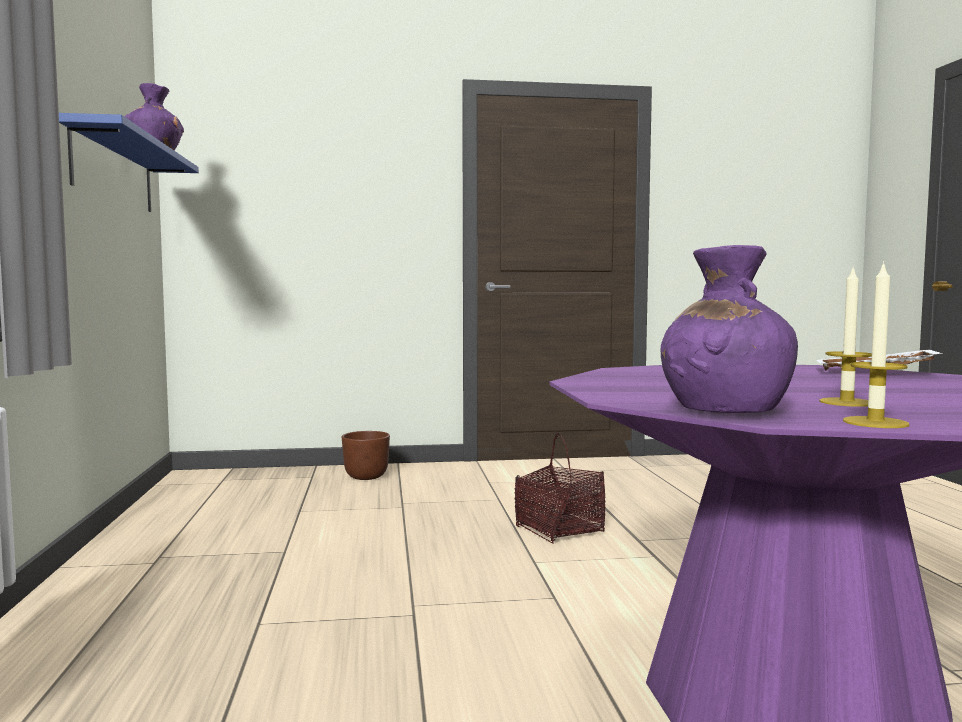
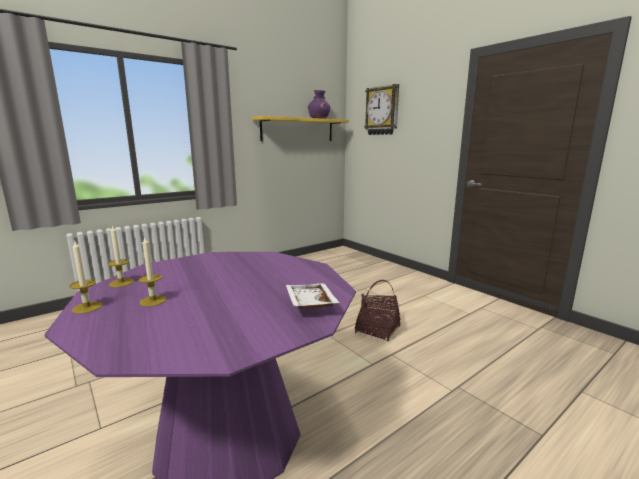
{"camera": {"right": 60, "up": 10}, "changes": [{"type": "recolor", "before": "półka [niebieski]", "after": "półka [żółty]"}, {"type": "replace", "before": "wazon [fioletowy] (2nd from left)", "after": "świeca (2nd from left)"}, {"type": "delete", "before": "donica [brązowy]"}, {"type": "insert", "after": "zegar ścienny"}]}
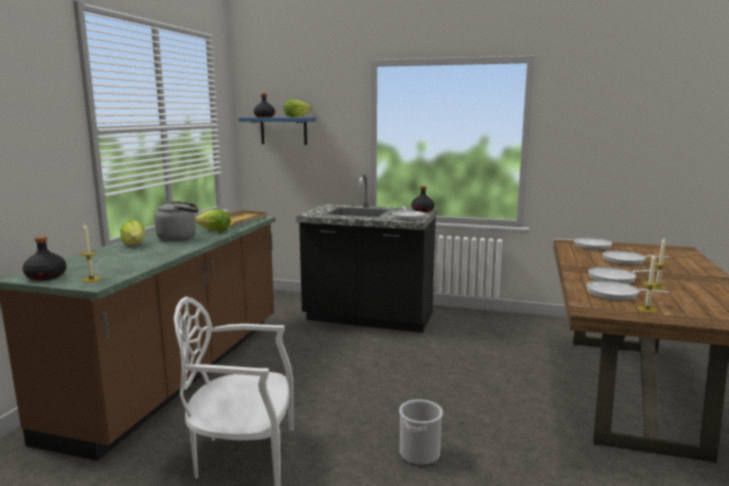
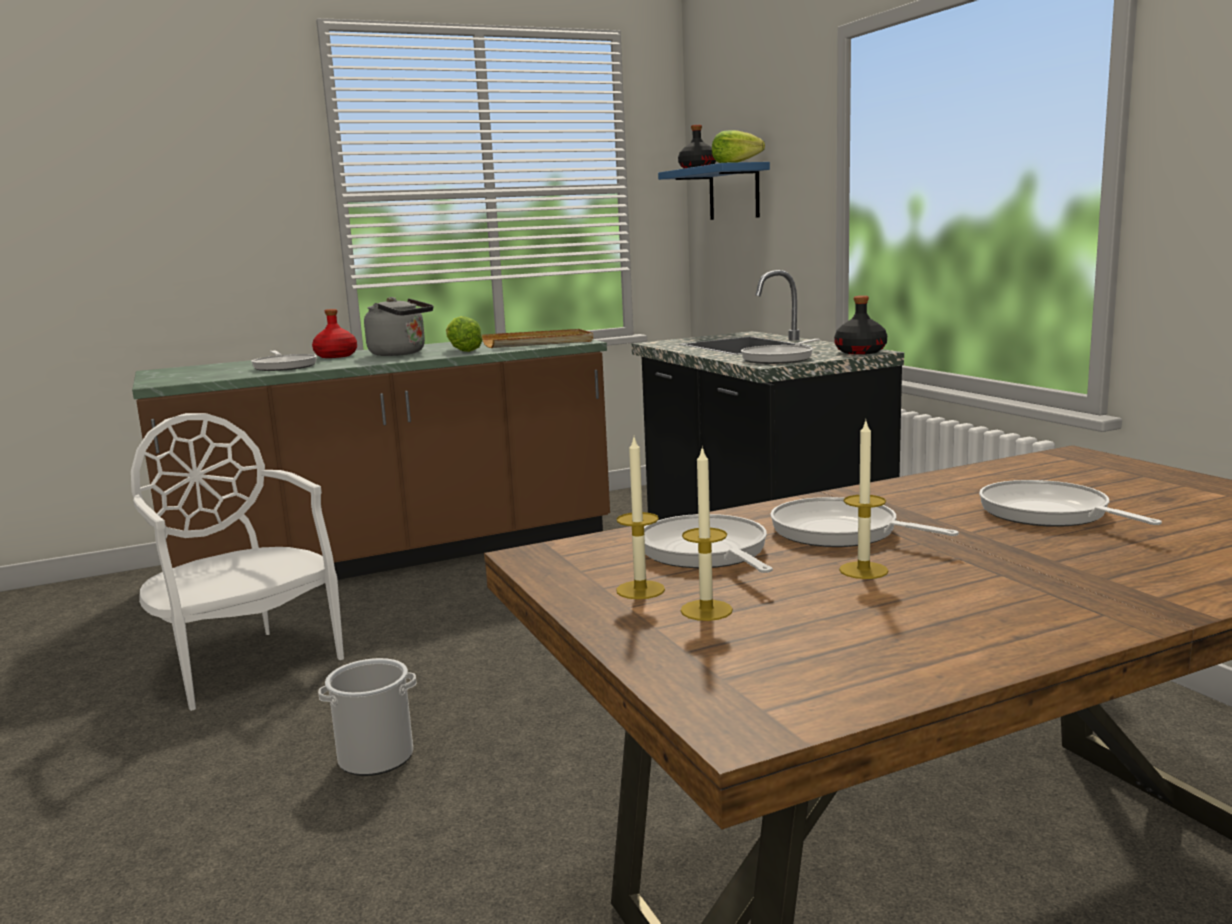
{"camera": {"right": 50, "up": 0}, "changes": [{"type": "replace", "before": "sałata (1st from left)", "after": "butelka [czerwony]"}, {"type": "move", "before": "świeca (1st from left in the first image)", "after": "świeca (2nd from left)"}, {"type": "delete", "before": "butelka [czarny] (1st from left)"}, {"type": "move", "before": "patelnia (2nd from left in the first image)", "after": "patelnia (1st from left)"}]}
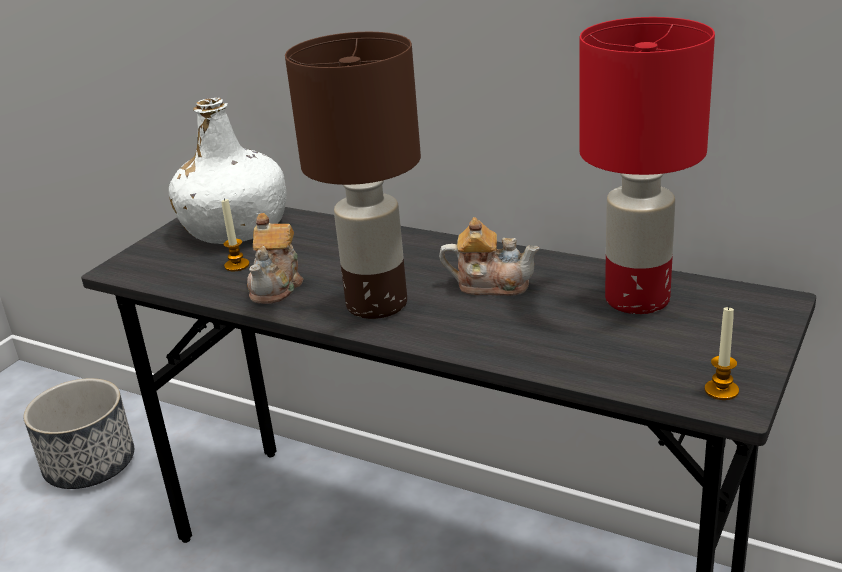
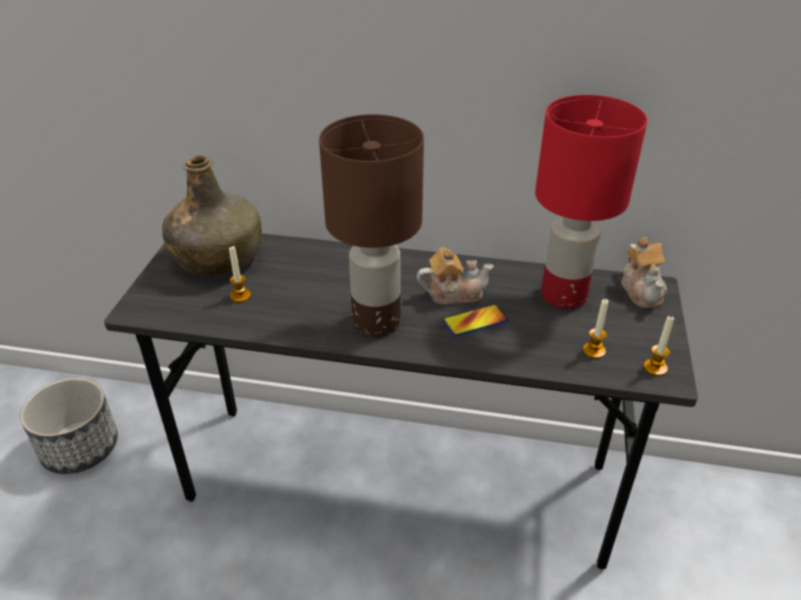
{"camera": {"right": -20, "up": 10}, "changes": [{"type": "recolor", "before": "butelka [biały]", "after": "butelka [zielony]"}, {"type": "move", "before": "imbryk (1st from left in the first image)", "after": "imbryk (2nd from left)"}, {"type": "insert", "after": "świeca (2nd from left)"}, {"type": "insert", "after": "telefon"}]}
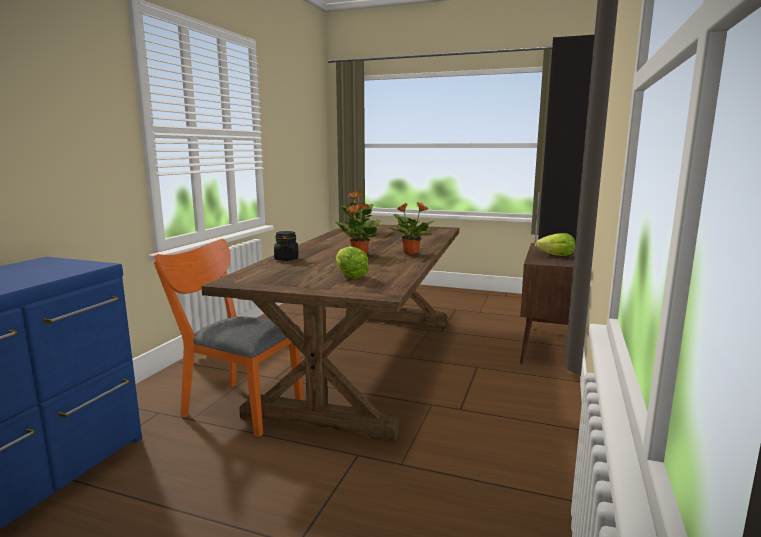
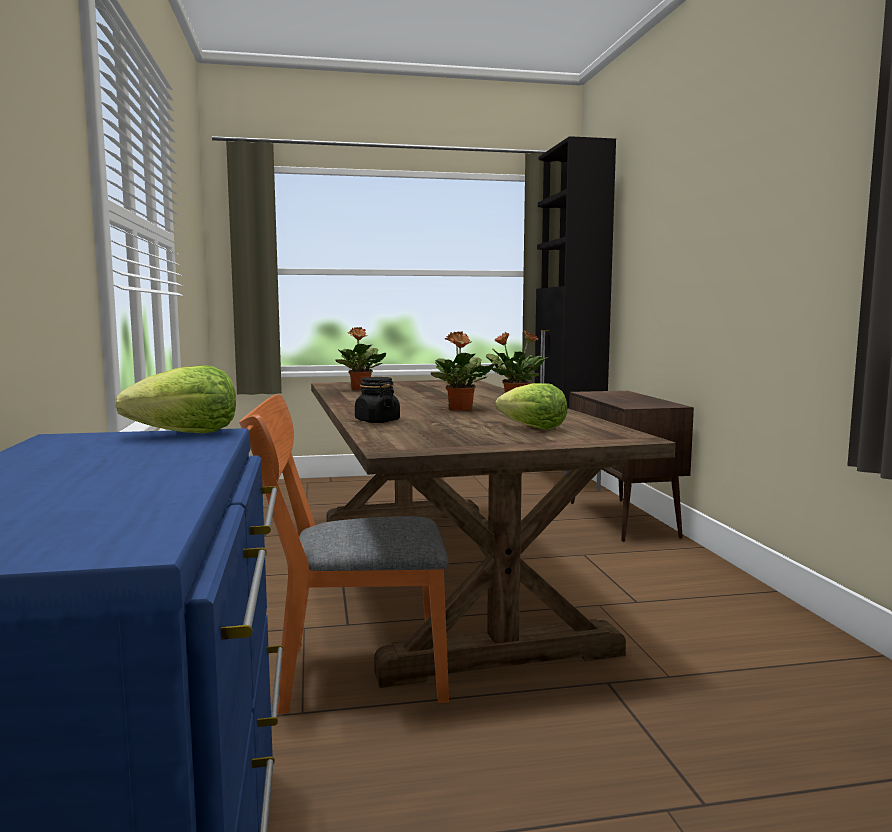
{"camera": {"right": -30, "up": -5}, "changes": [{"type": "move", "before": "sałata (2nd from left in the first image)", "after": "sałata (1st from left)"}]}
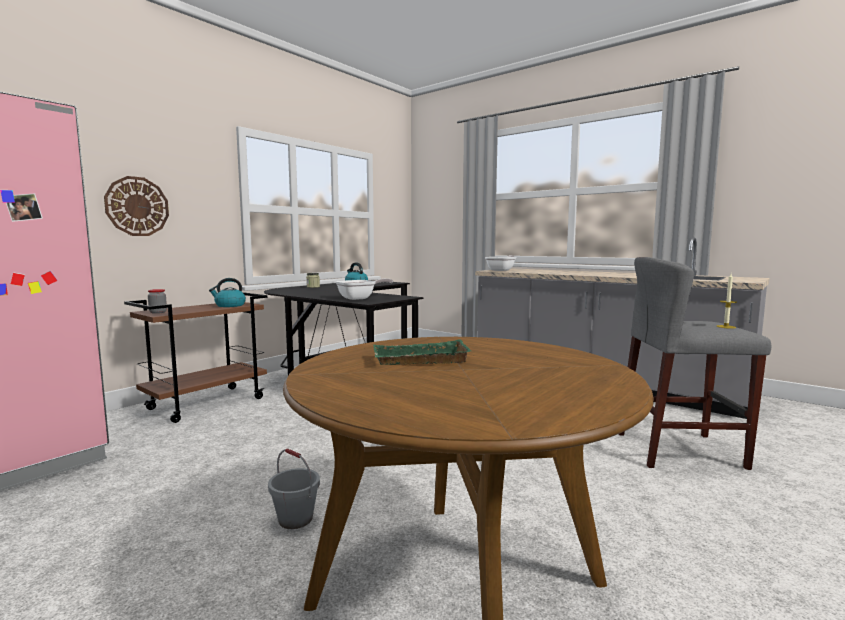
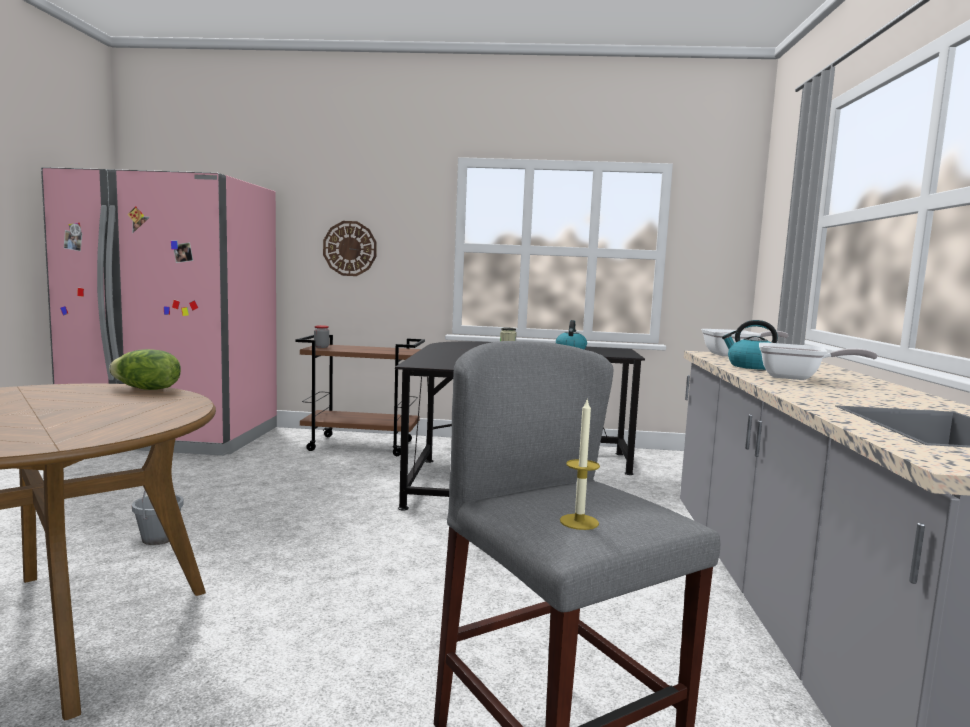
{"camera": {"right": 55, "up": 0}, "changes": [{"type": "move", "before": "czajnik (1st from left in the first image)", "after": "czajnik (2nd from left)"}, {"type": "move", "before": "patelnia (1st from left in the first image)", "after": "patelnia (2nd from left)"}, {"type": "delete", "before": "taca [zielony]"}, {"type": "insert", "after": "sałata"}]}
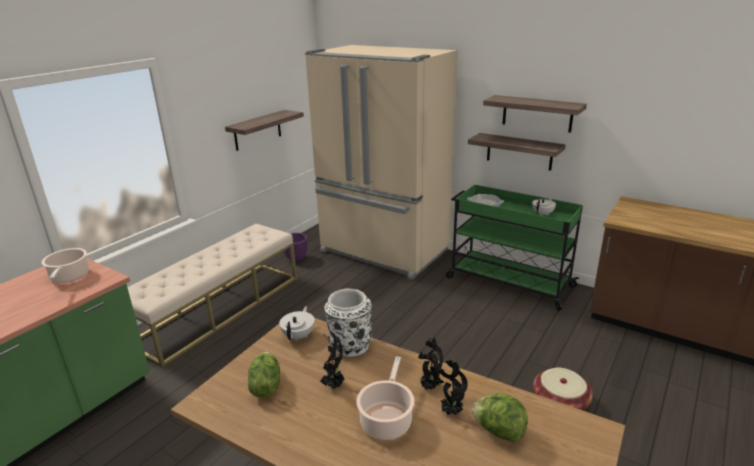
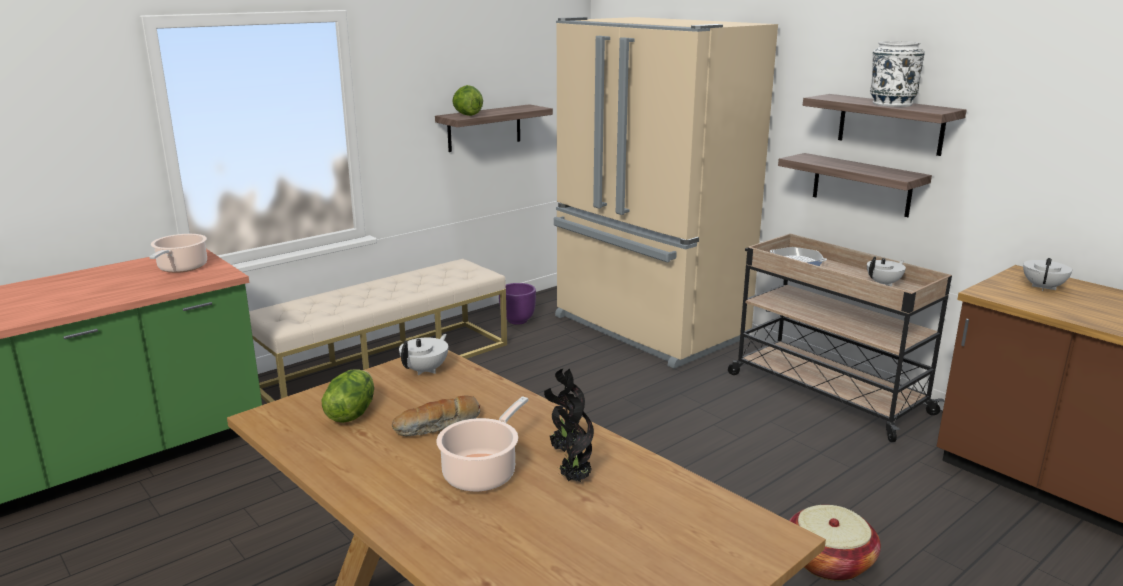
{"camera": {"right": 15, "up": -5}, "changes": [{"type": "recolor", "before": "wózek [zielony]", "after": "wózek [beżowy]"}, {"type": "move", "before": "wazon [biały]"}, {"type": "replace", "before": "roślina doniczkowa (1st from left)", "after": "chleb"}, {"type": "move", "before": "sałata (2nd from left)"}, {"type": "insert", "after": "imbryk [biały] (3rd from left)"}]}
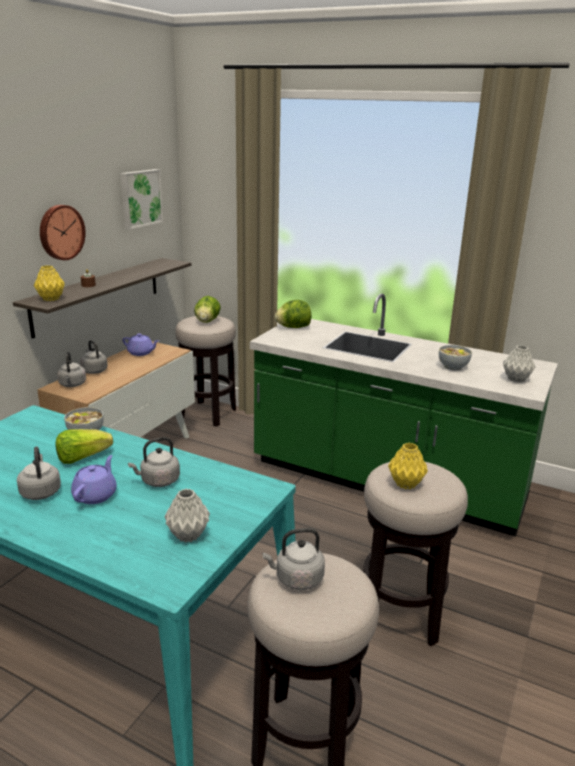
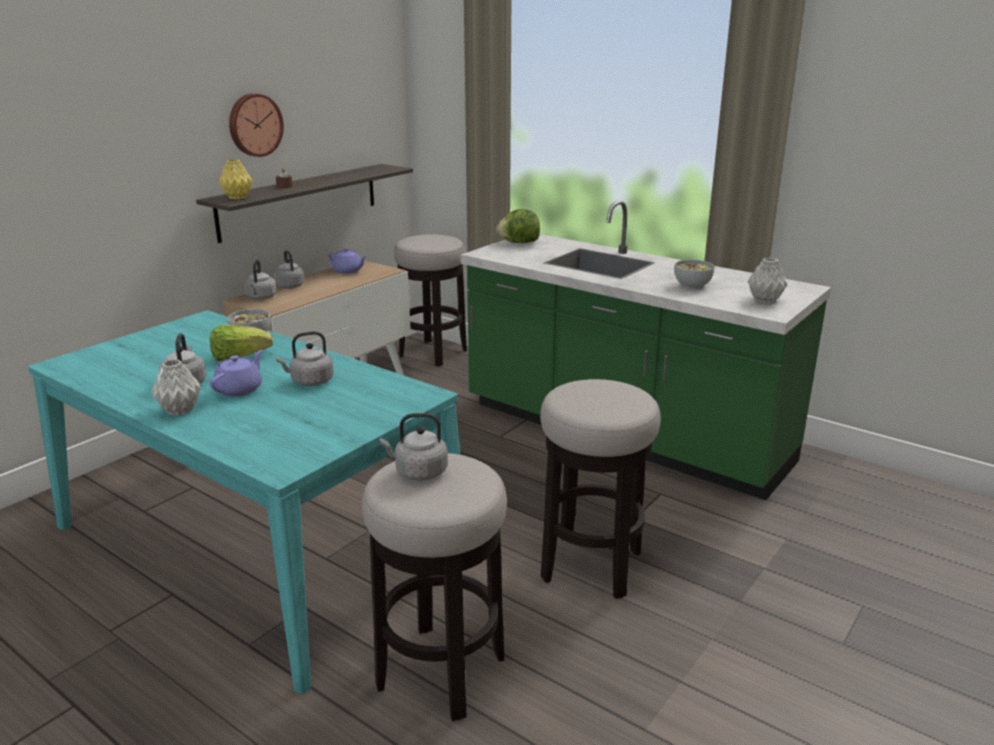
{"camera": {"right": 10, "up": 0}, "changes": [{"type": "delete", "before": "obraz"}, {"type": "delete", "before": "sałata (2nd from left)"}, {"type": "delete", "before": "wazon [żółty] (2nd from left)"}, {"type": "move", "before": "wazon [szary] (1st from left)"}]}
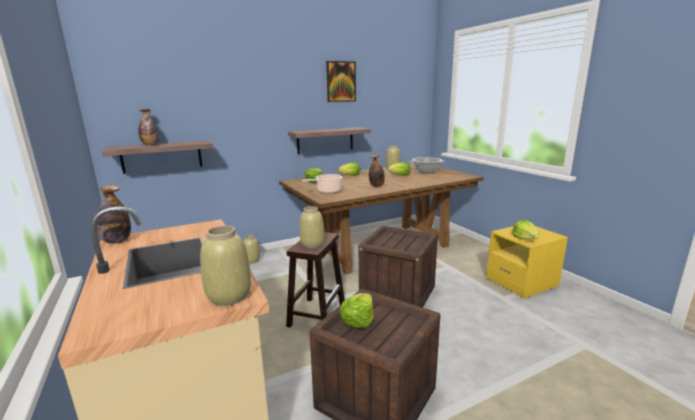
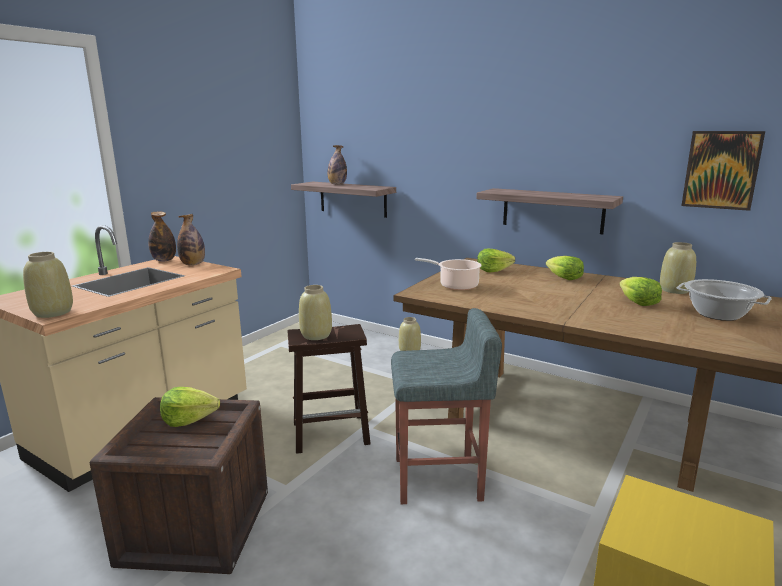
{"camera": {"right": 60, "up": 0}, "changes": [{"type": "move", "before": "obraz"}, {"type": "move", "before": "butelka (3rd from left in the first image)", "after": "butelka (2nd from left)"}, {"type": "delete", "before": "sałata (5th from left)"}, {"type": "replace", "before": "skrzynka (2nd from left)", "after": "stołek [szary]"}]}
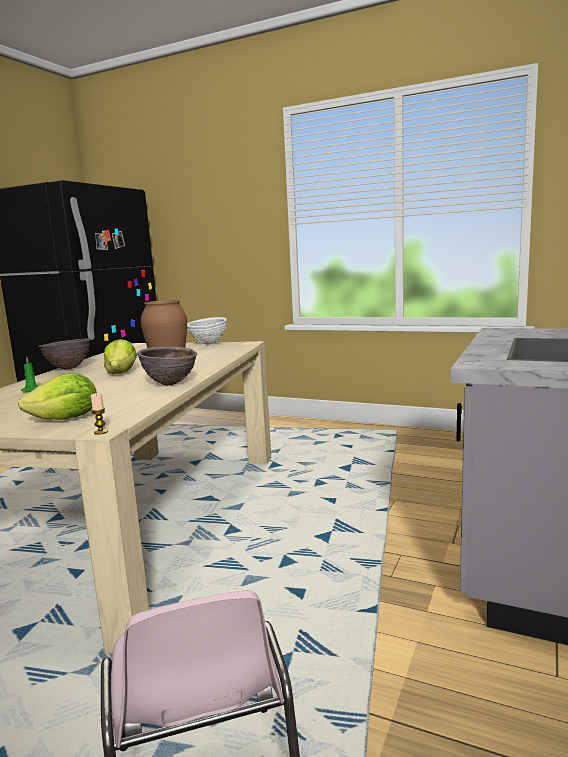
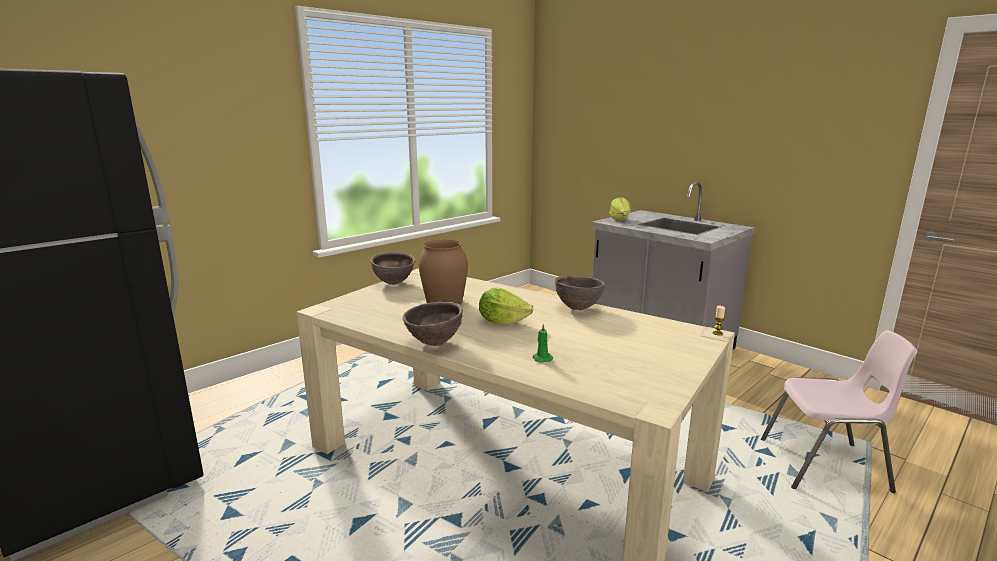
{"camera": {"right": -70, "up": 5}, "changes": [{"type": "recolor", "before": "miska [biały]", "after": "miska [brązowy] (1st from left)"}, {"type": "move", "before": "sałata (1st from left in the first image)", "after": "sałata (2nd from left)"}]}
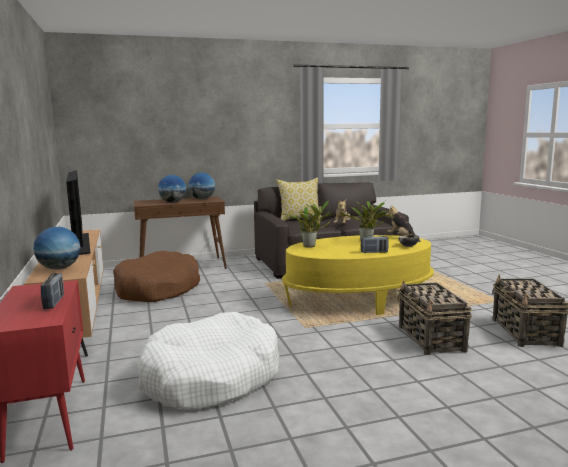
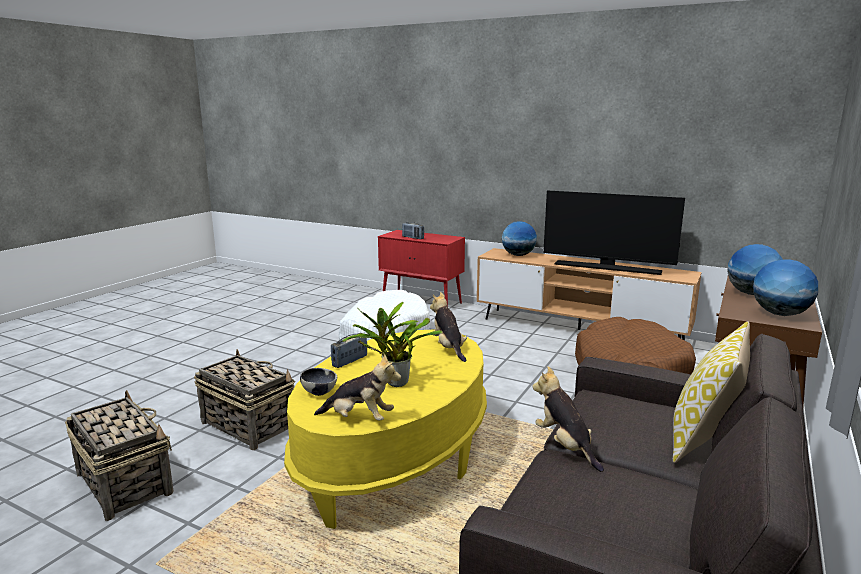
{"camera": {"right": 135, "up": 5}, "changes": [{"type": "replace", "before": "roślina doniczkowa (1st from left)", "after": "pluszak (2nd from left)"}]}
